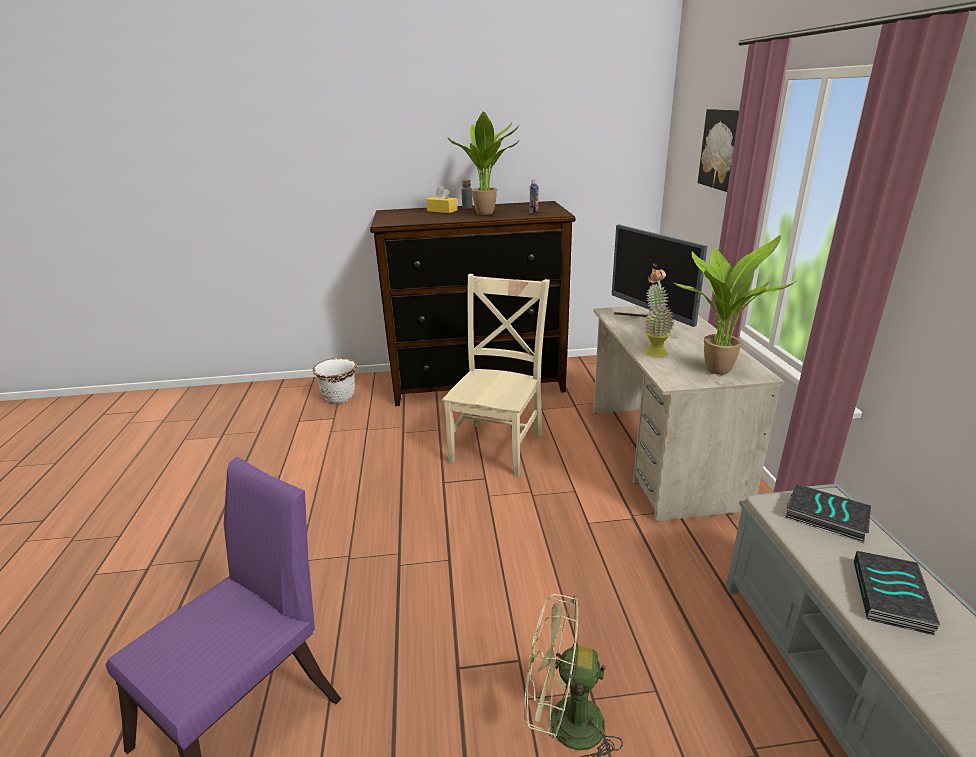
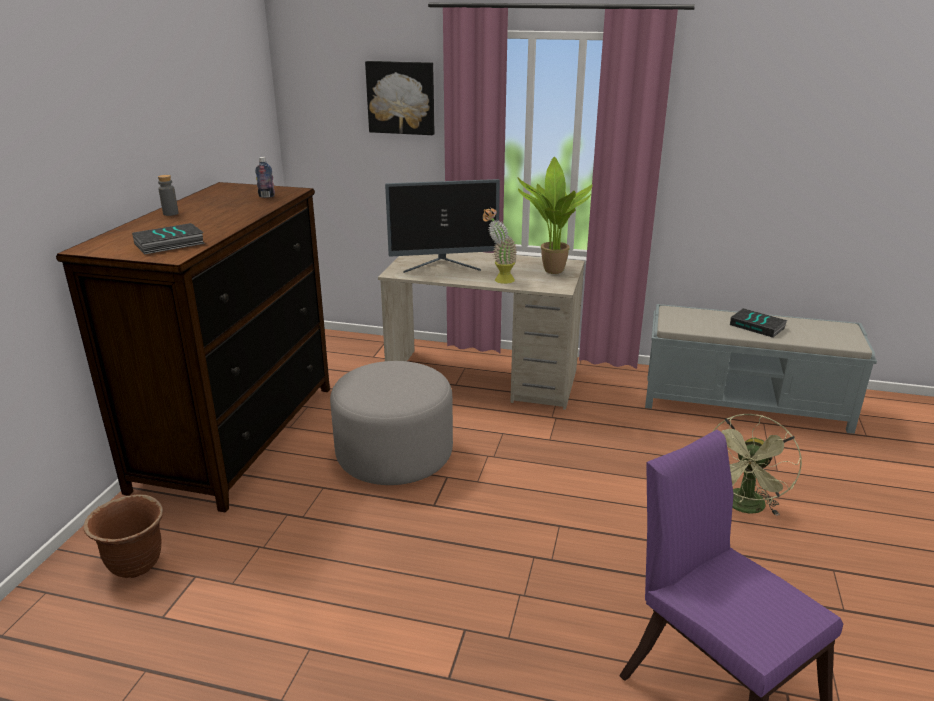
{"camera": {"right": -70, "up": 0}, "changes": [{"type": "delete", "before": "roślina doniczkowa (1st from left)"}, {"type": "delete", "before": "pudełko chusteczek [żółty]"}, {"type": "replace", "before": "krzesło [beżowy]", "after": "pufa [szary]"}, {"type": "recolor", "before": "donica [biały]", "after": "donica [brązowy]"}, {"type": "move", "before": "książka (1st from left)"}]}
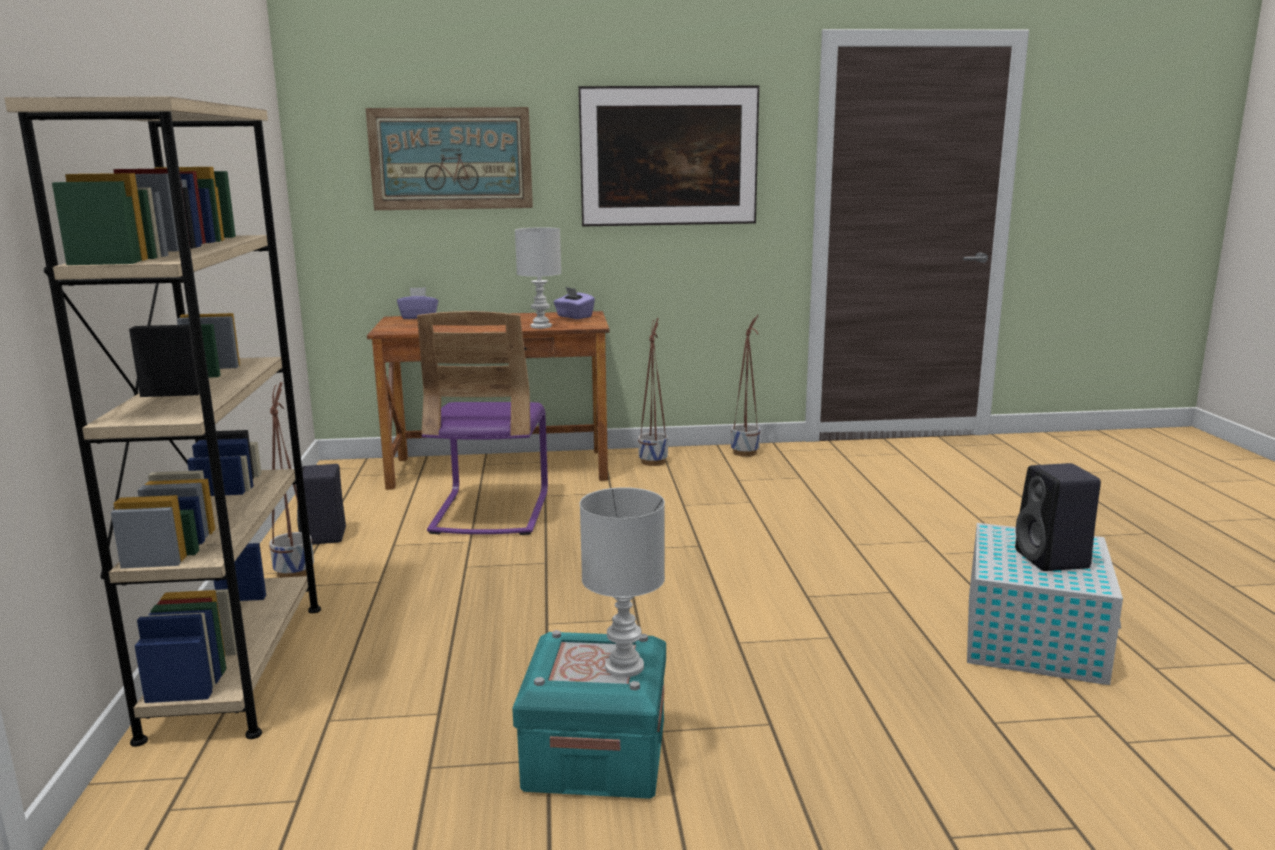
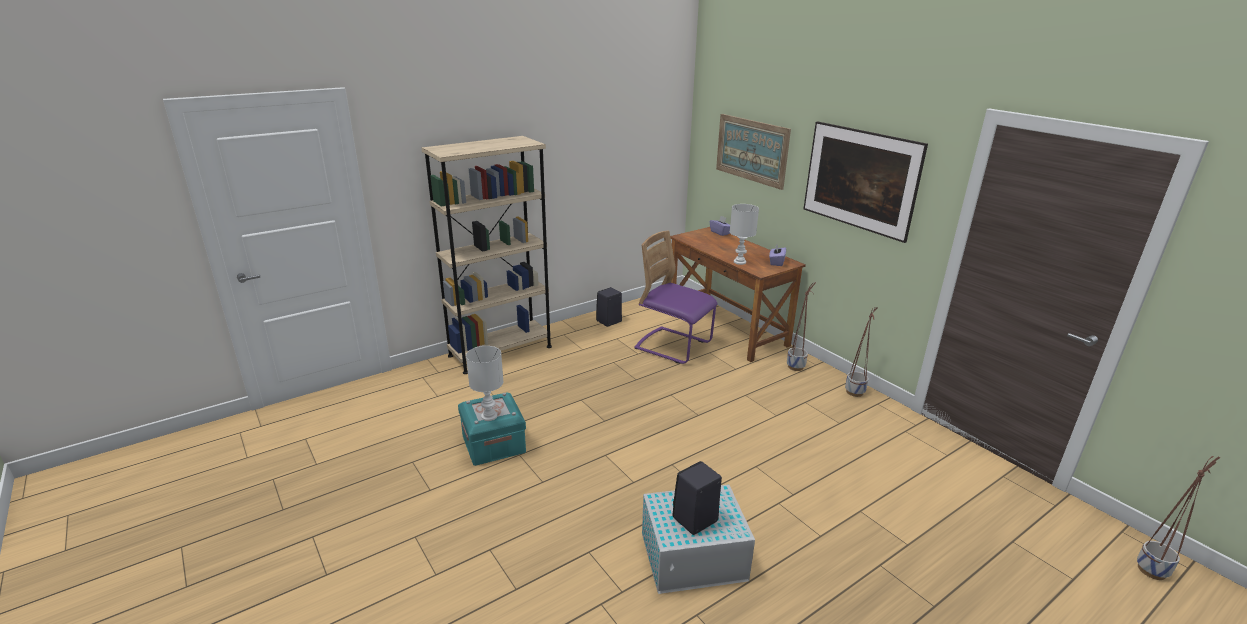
{"camera": {"right": 60, "up": 10}, "changes": [{"type": "rotate", "before": "krzesło [fioletowy]", "turn": 60}, {"type": "move", "before": "donica (1st from left in the first image)", "after": "donica (3rd from left)"}]}
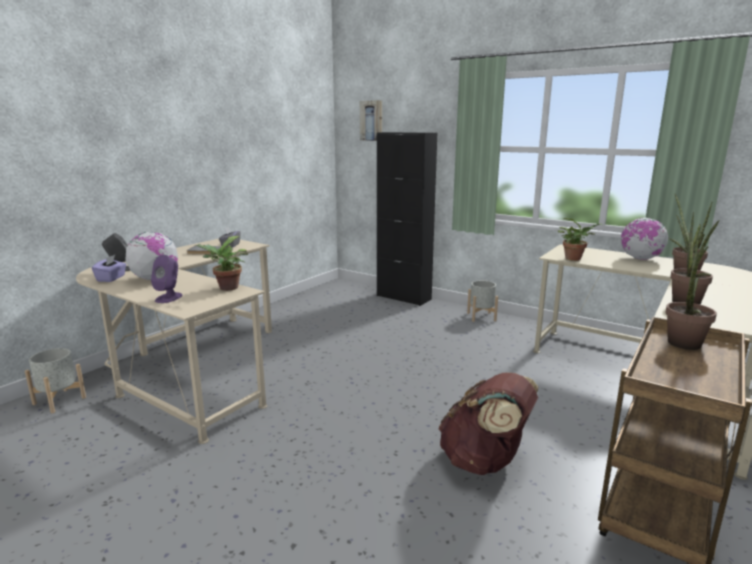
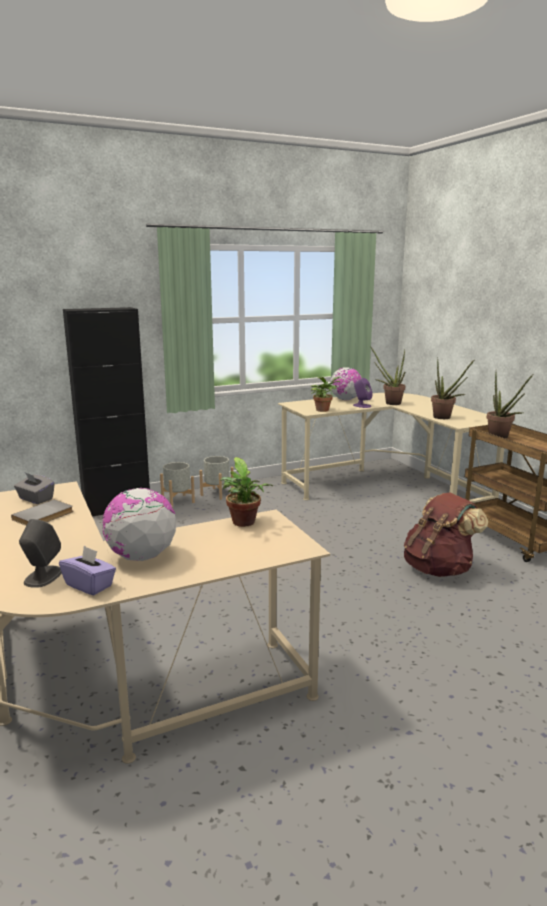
{"camera": {"right": -60, "up": 0}, "changes": [{"type": "delete", "before": "obraz"}, {"type": "move", "before": "głośnik [fioletowy]"}, {"type": "move", "before": "donica [szary] (1st from left)"}]}
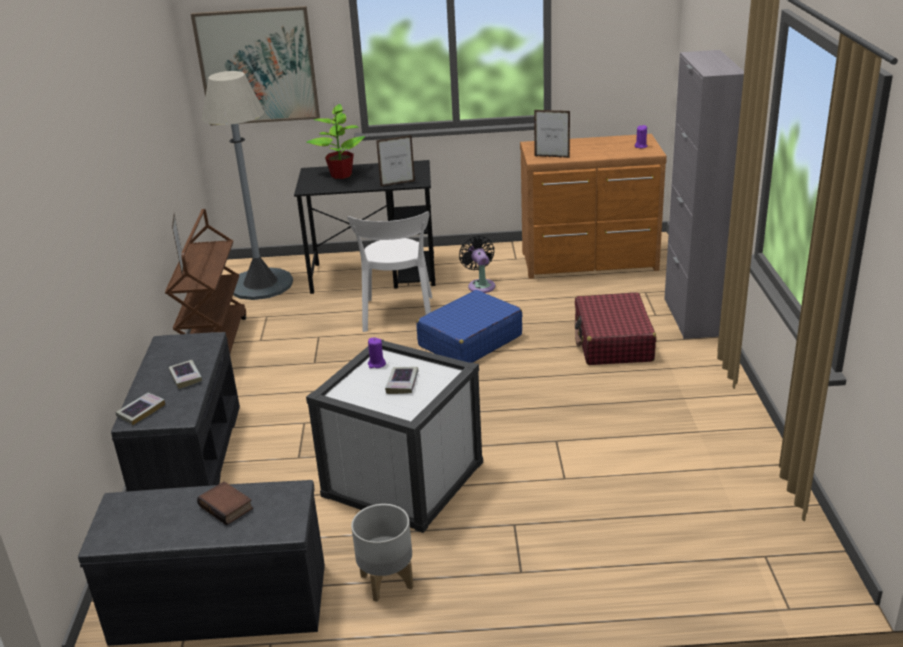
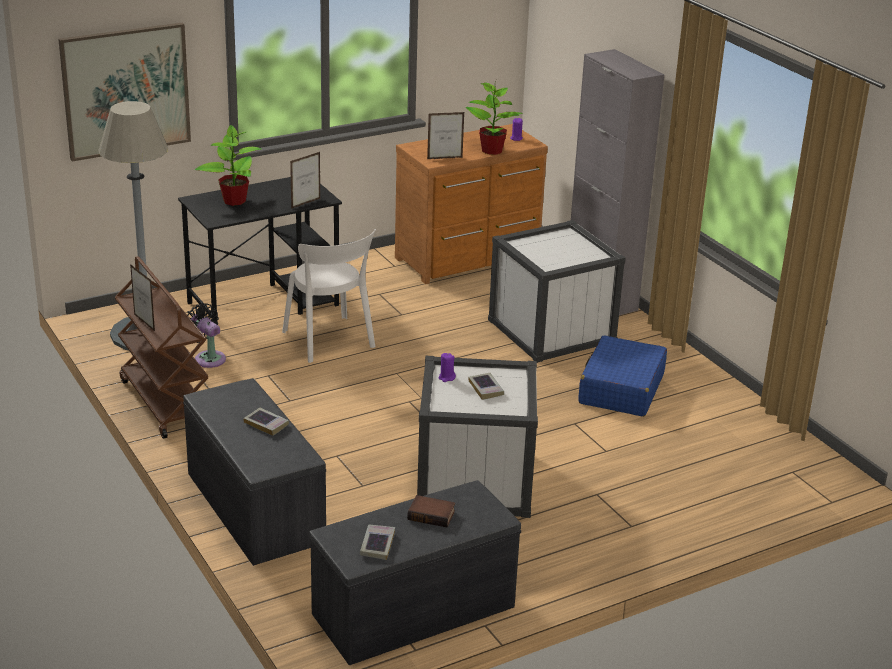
{"camera": {"right": -30, "up": 0}, "changes": [{"type": "move", "before": "wentylator [czarny]"}, {"type": "move", "before": "walizka [niebieski]"}, {"type": "replace", "before": "walizka [czerwony]", "after": "pojemnik do przechowywania [biały] (2nd from left)"}, {"type": "move", "before": "książka (1st from left in the first image)", "after": "książka (2nd from left)"}, {"type": "delete", "before": "donica [szary]"}, {"type": "insert", "after": "roślina doniczkowa (2nd from left)"}]}
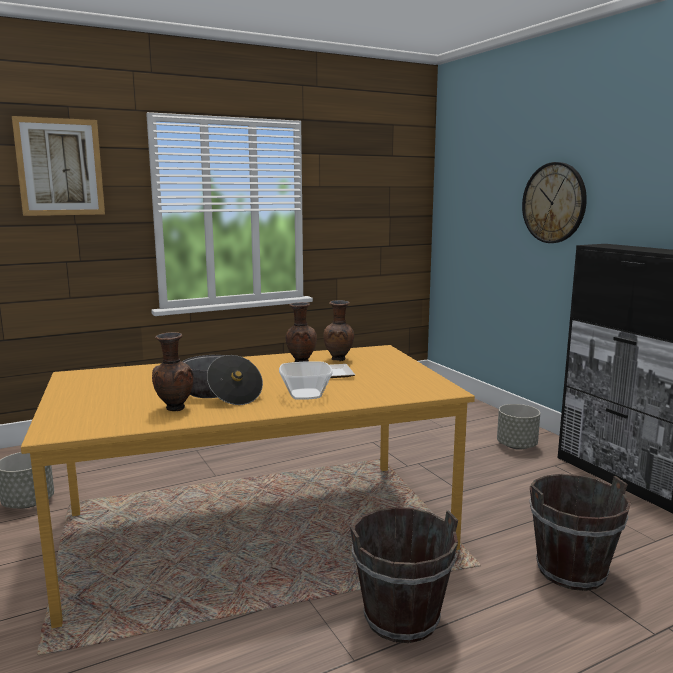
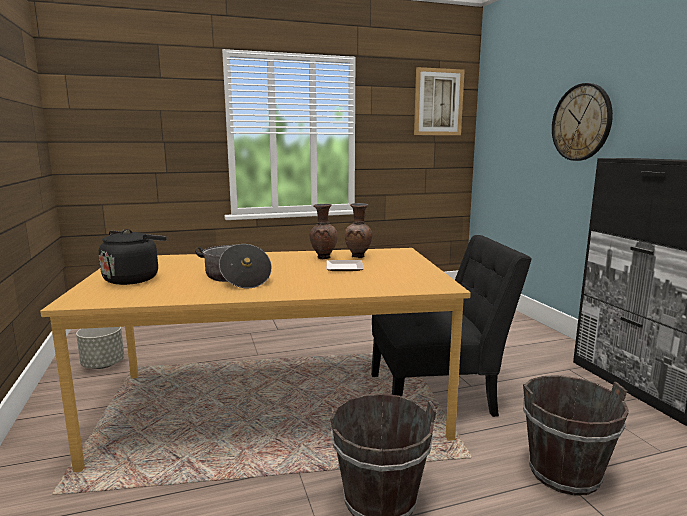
{"camera": {"right": 10, "up": 0}, "changes": [{"type": "move", "before": "obraz"}, {"type": "delete", "before": "wazon [brązowy] (1st from left)"}, {"type": "delete", "before": "miska"}, {"type": "delete", "before": "donica [szary] (2nd from left)"}, {"type": "insert", "after": "czajnik [czarny]"}, {"type": "insert", "after": "krzesło [czarny]"}]}
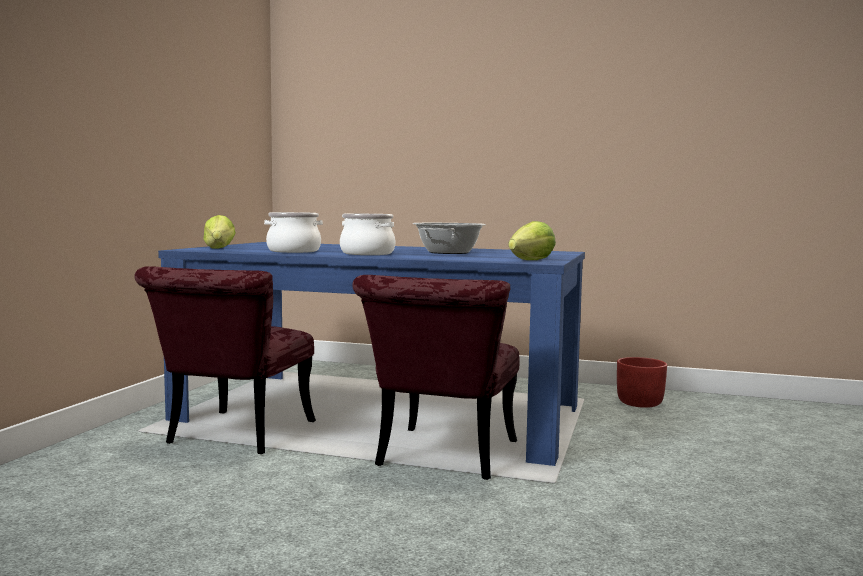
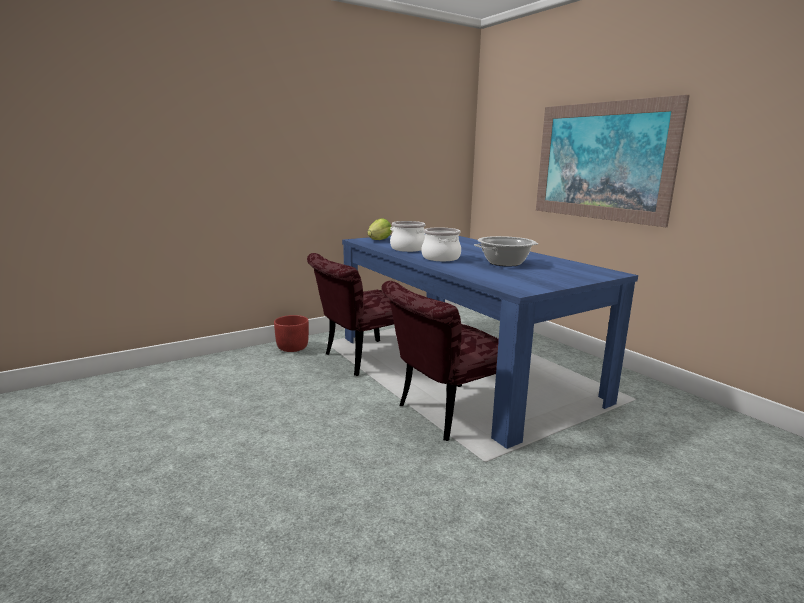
{"camera": {"right": 40, "up": 10}, "changes": [{"type": "delete", "before": "sałata (2nd from left)"}, {"type": "move", "before": "donica [czerwony]"}, {"type": "insert", "after": "obraz"}]}
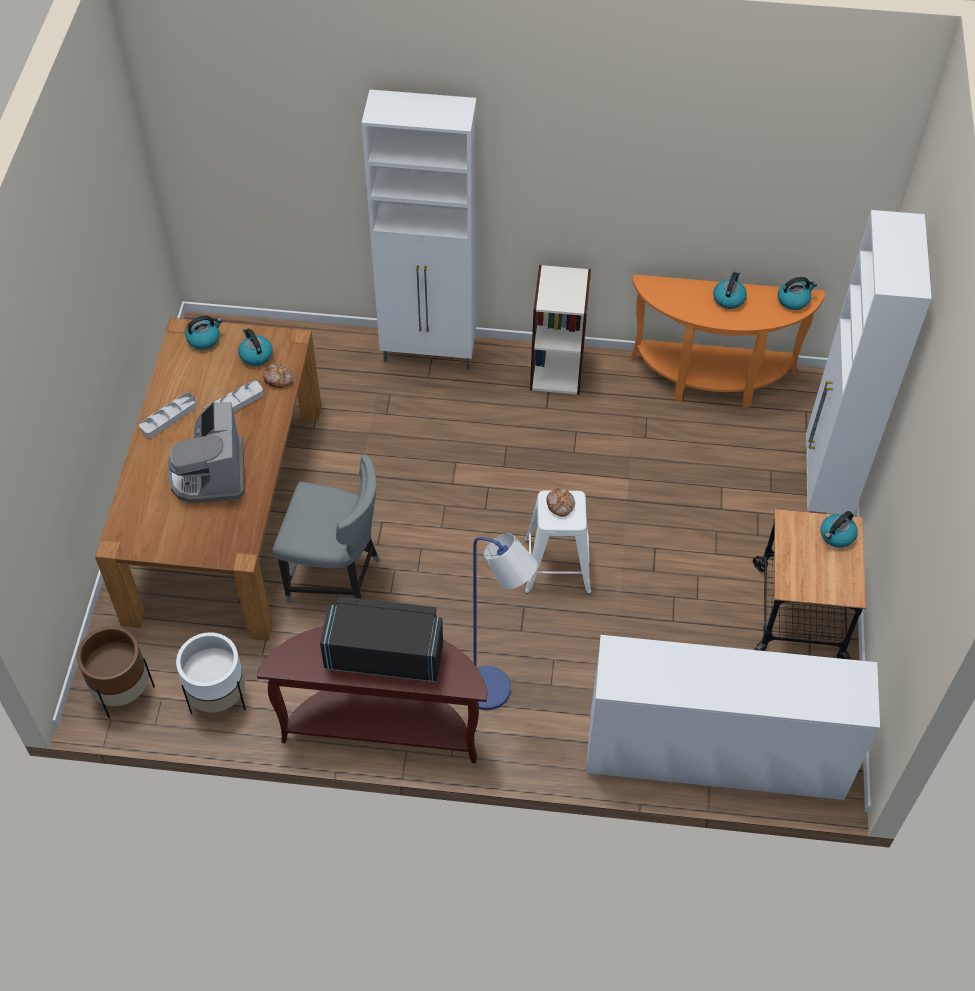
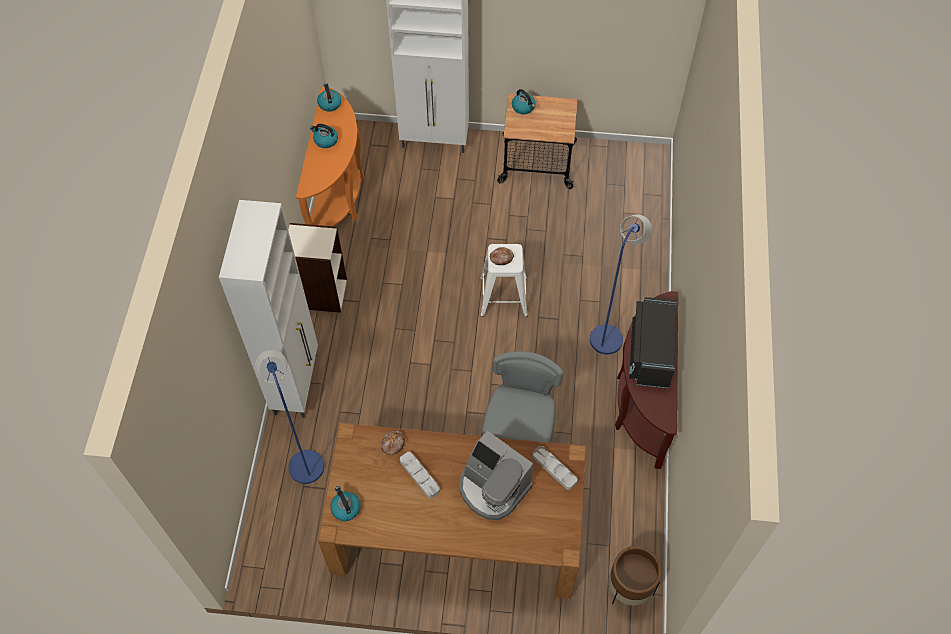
{"camera": {"right": -90, "up": 5}, "changes": [{"type": "delete", "before": "czajnik (2nd from left)"}, {"type": "move", "before": "taca [szary] (1st from left in the first image)", "after": "taca [szary] (2nd from left)"}, {"type": "rotate", "before": "ekspres do kawy", "turn": 45}, {"type": "delete", "before": "donica [biały]"}, {"type": "delete", "before": "komoda [biały]"}, {"type": "insert", "after": "lampa stojąca [niebieski] (1st from left)"}]}
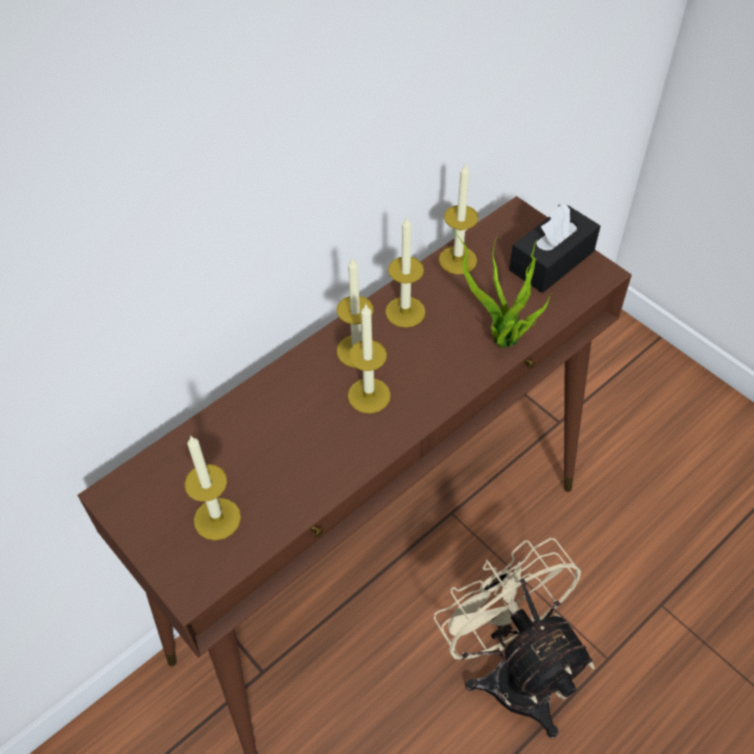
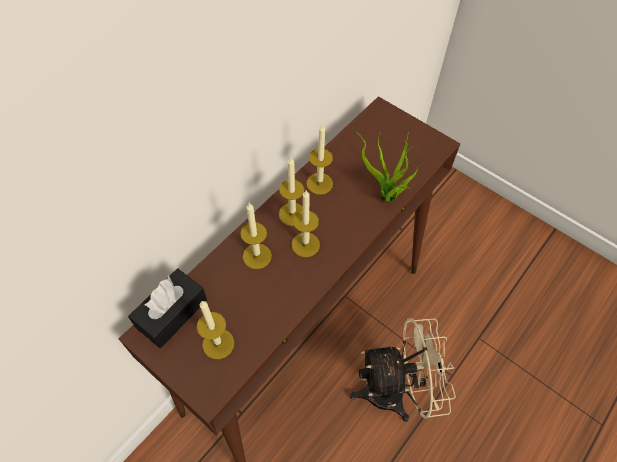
{"camera": {"right": -10, "up": 5}, "changes": [{"type": "move", "before": "świeca (5th from left in the first image)", "after": "świeca (2nd from left)"}, {"type": "move", "before": "pudełko chusteczek [czarny]"}, {"type": "rotate", "before": "wentylator [beżowy]", "turn": 120}]}
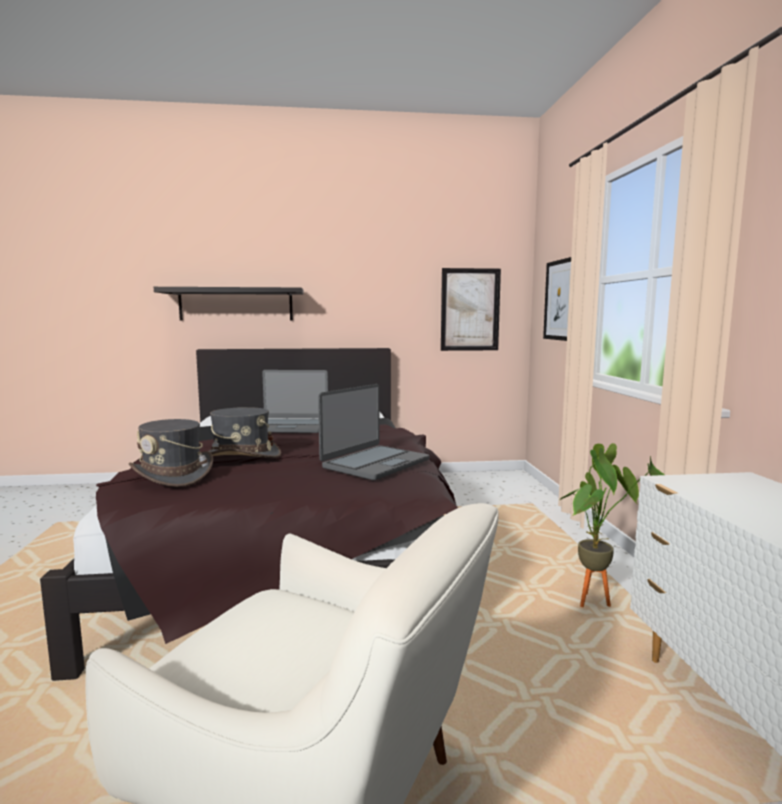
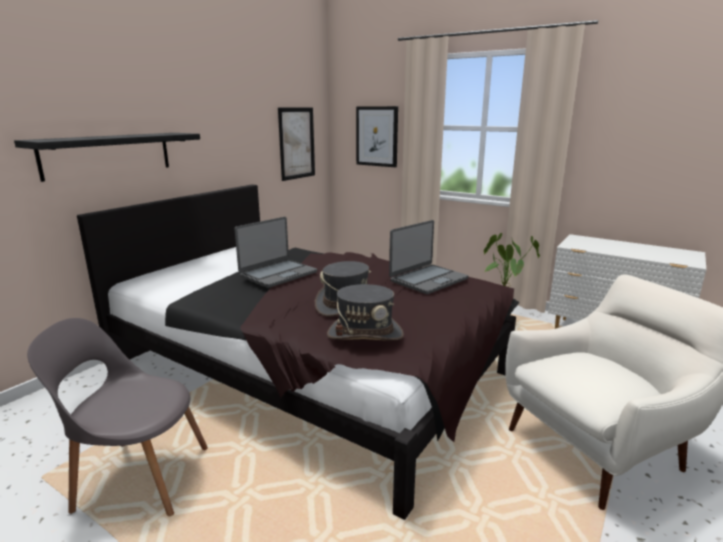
{"camera": {"right": -50, "up": 10}, "changes": [{"type": "rotate", "before": "laptop (2nd from left)", "turn": 60}, {"type": "insert", "after": "krzesło [szary]"}]}
